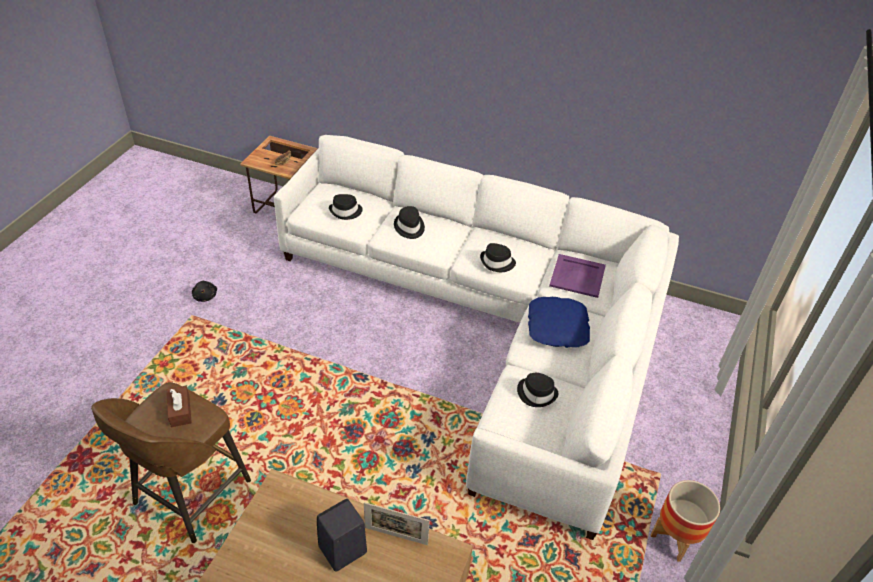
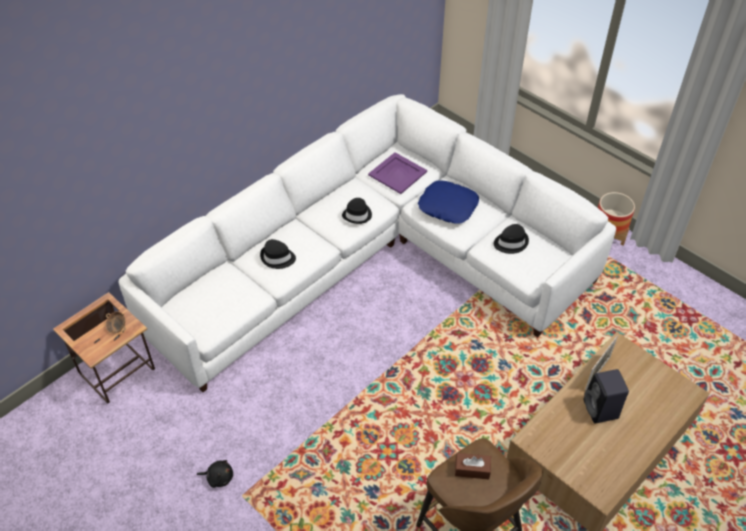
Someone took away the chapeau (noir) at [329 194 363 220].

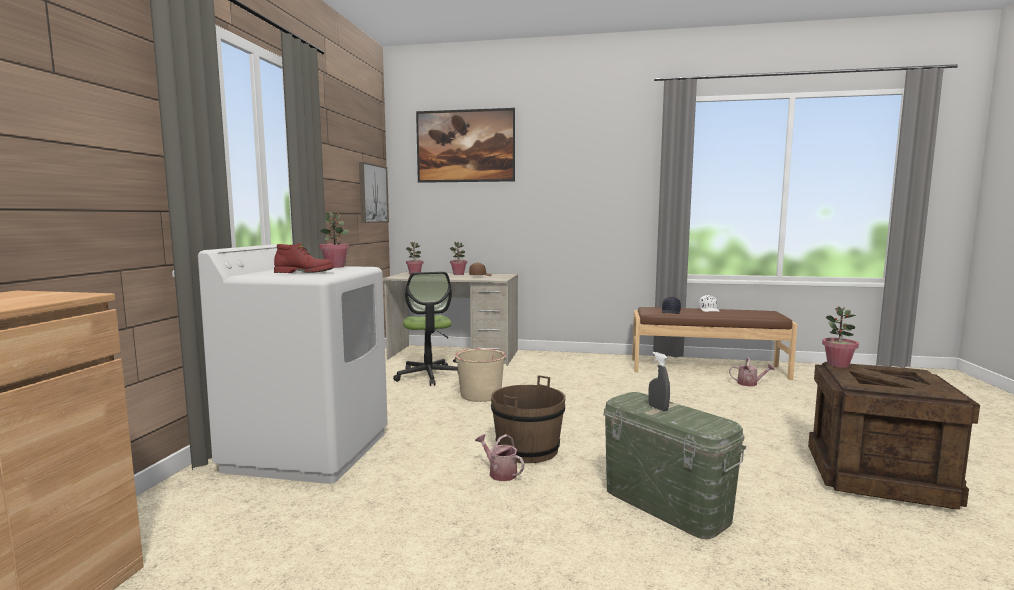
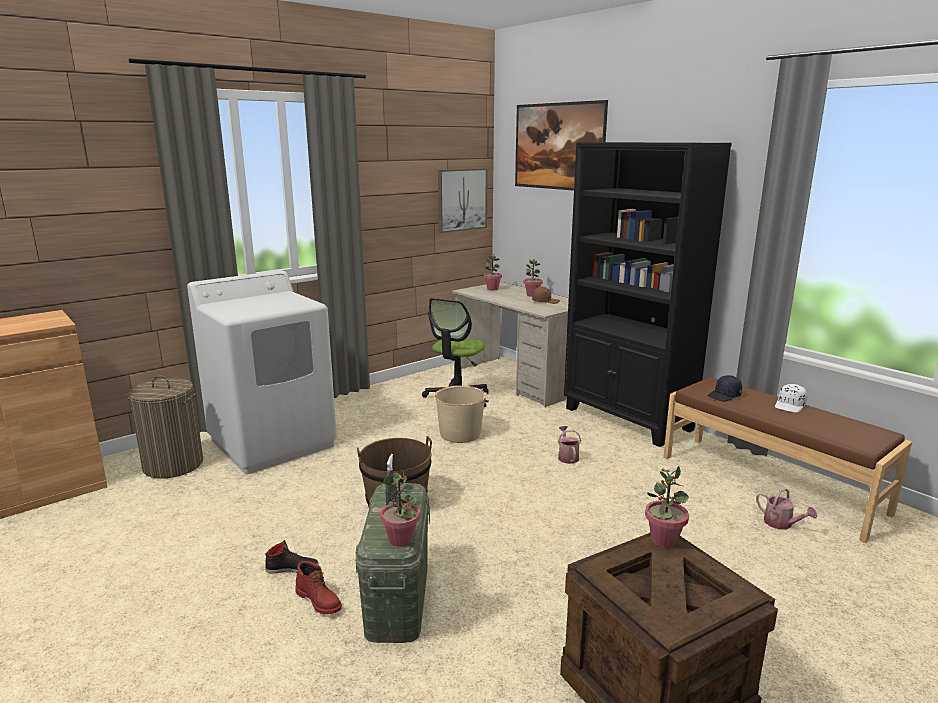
Someone put down the panier à linge at [125 375 203 479].
Someone put down the chaussure (noir) at [265 540 319 573].
Someone carried the botte (rouge) from [274 243 334 273] to [295 561 342 614].
Someone carried the plante en pot from [319 212 349 268] to [380 471 420 547].
Someone carried the arrosoir from [475 434 525 481] to [558 426 581 464].
Someone put down the bibliothèque (noir) at [564 142 732 447].

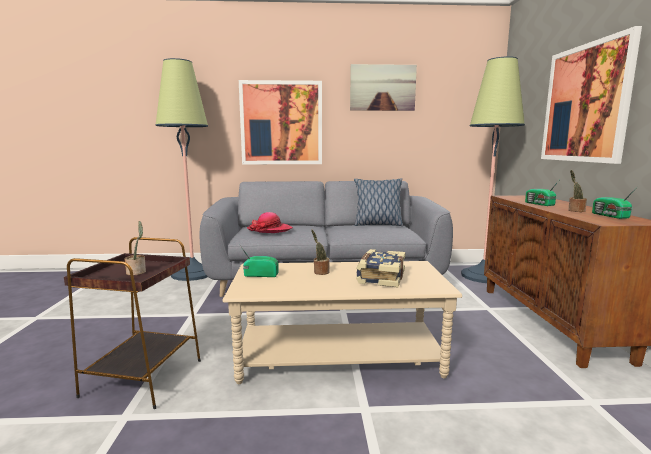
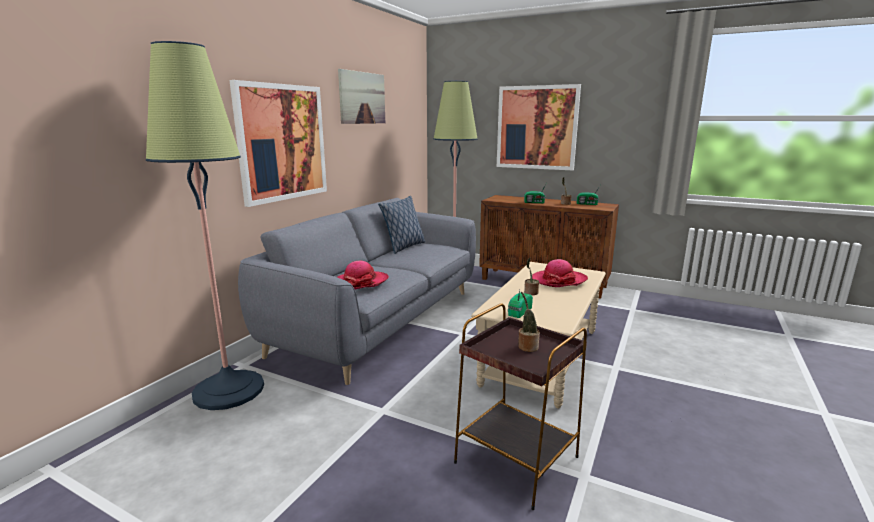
Someone swapped the livre at [356 249 405 288] for the chapeau at [532 259 588 287].

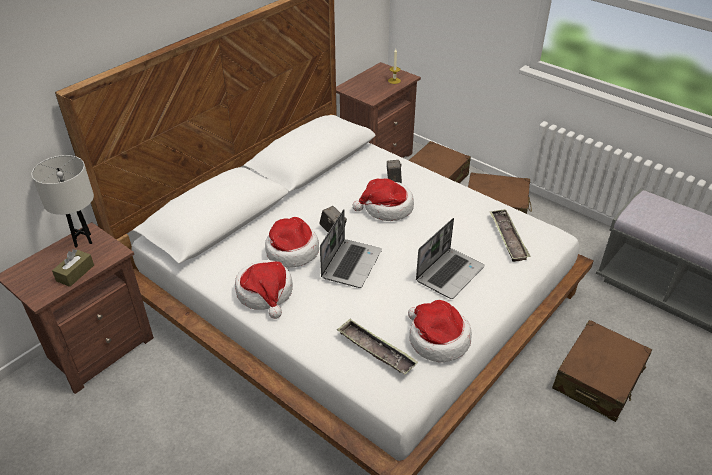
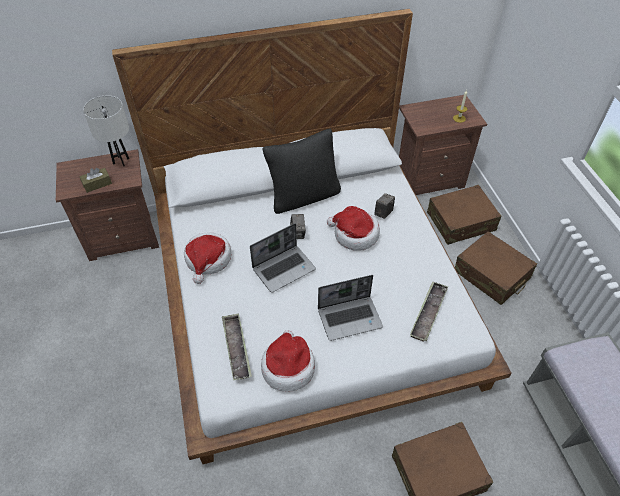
Someone put down the coussin (noir) at [262 129 341 214].
Someone took away the chapeau at [265 217 319 268].

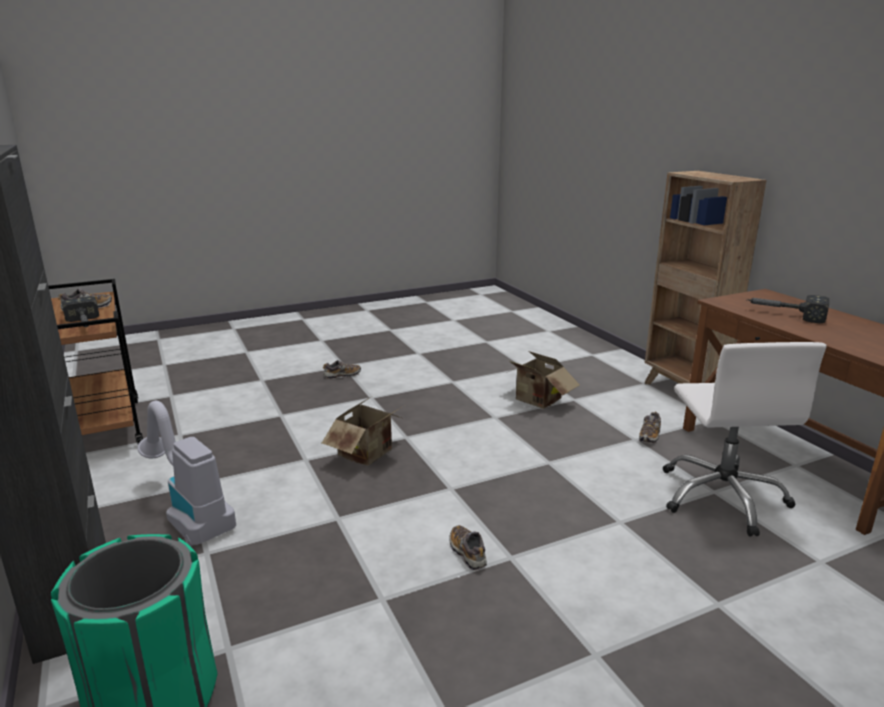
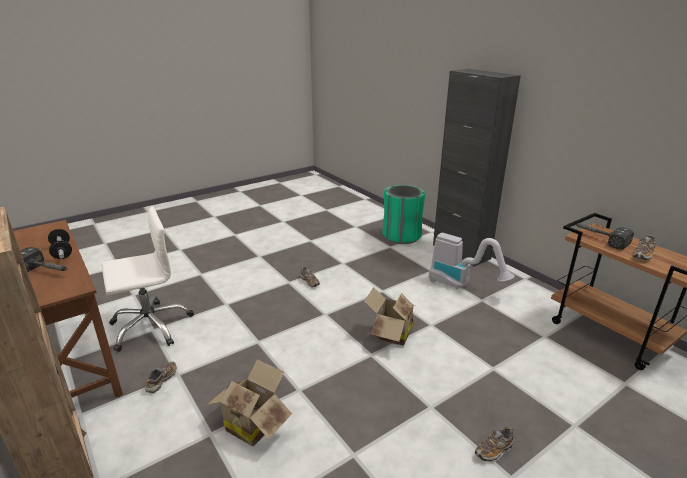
Someone put down the haltère at [48 229 72 259].
Someone rotated the chaise de bureau (blanc) at [663 342 827 536] by 75 degrees clockwise.

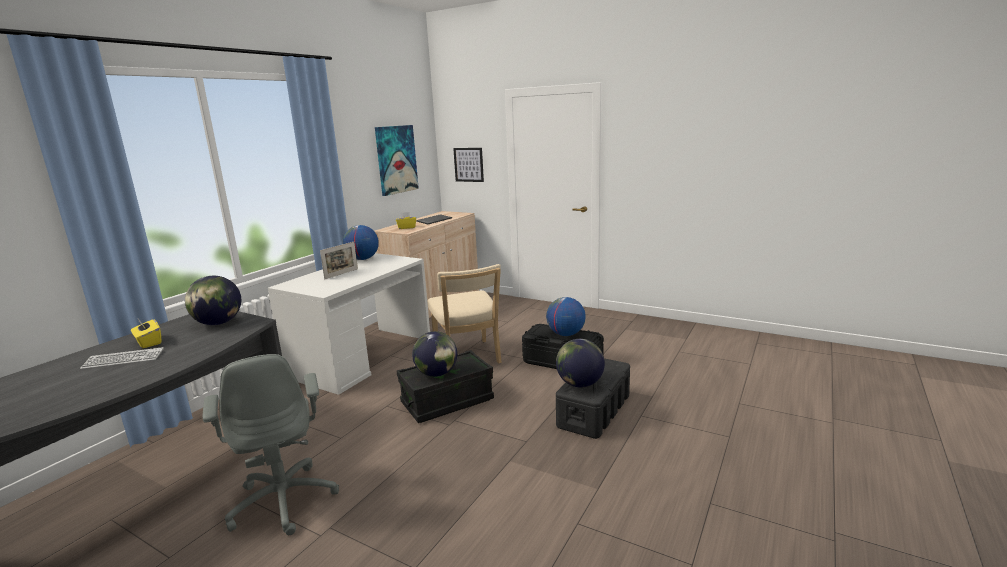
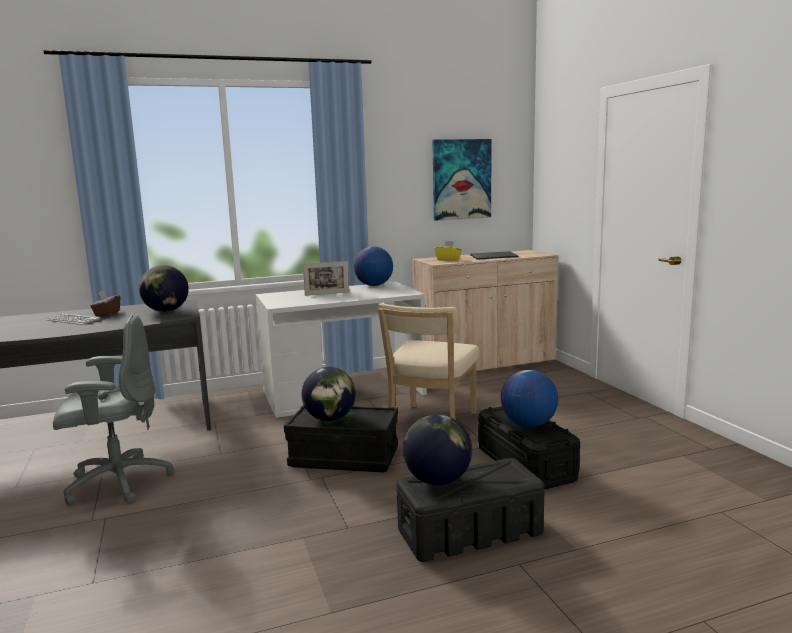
Someone rotated the chaise de bureau (gris) at [203 354 339 535] by 120 degrees counterclockwise.
Someone repainted the boîte à mouchoirs (jaune) at [131 318 161 348], which became the boîte à mouchoirs (marron) at [91 290 120 316].
Someone took away the tableau at [453 148 484 182].

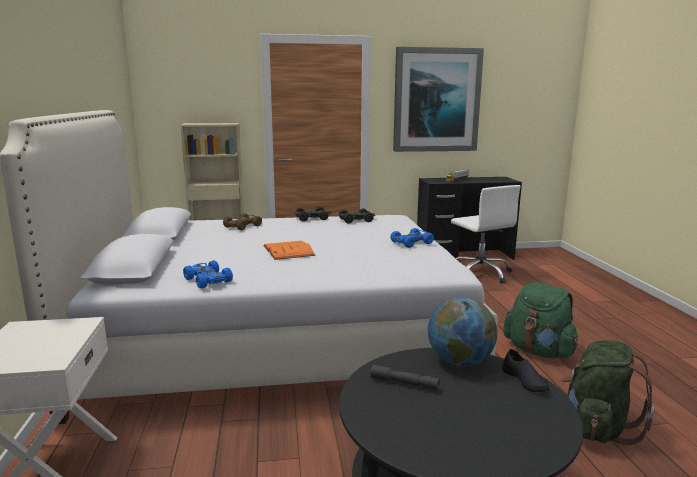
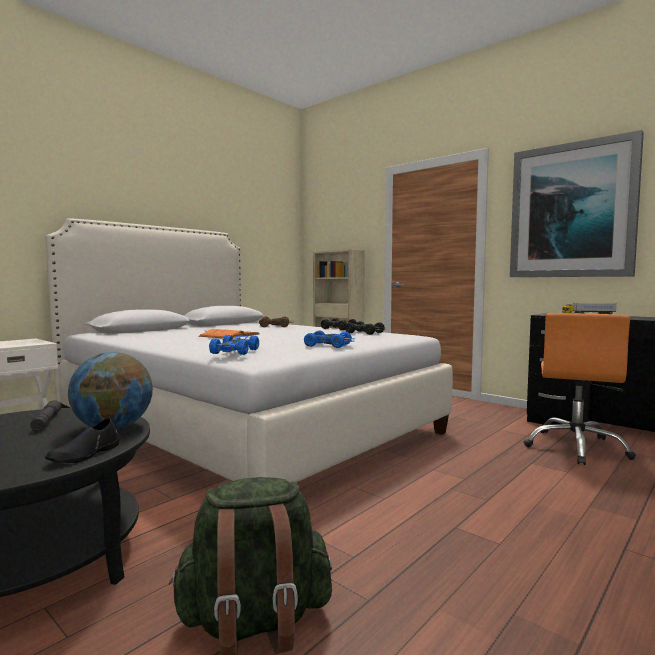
Someone carried the petite voiture (bleu) from [183 260 233 289] to [209 335 259 355].
Someone repainted the chaise de bureau (blanc) at [451 185 521 284], which became the chaise de bureau (orange) at [524 313 636 465].
Someone took away the sac à dos (vert) at [503 282 578 358].

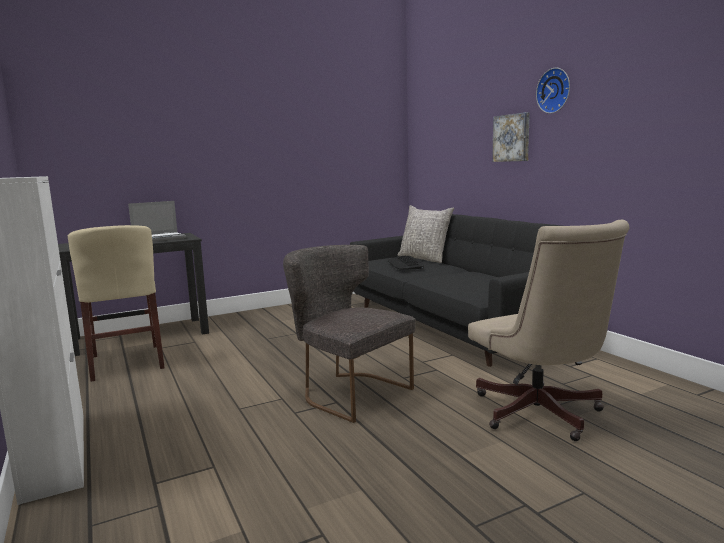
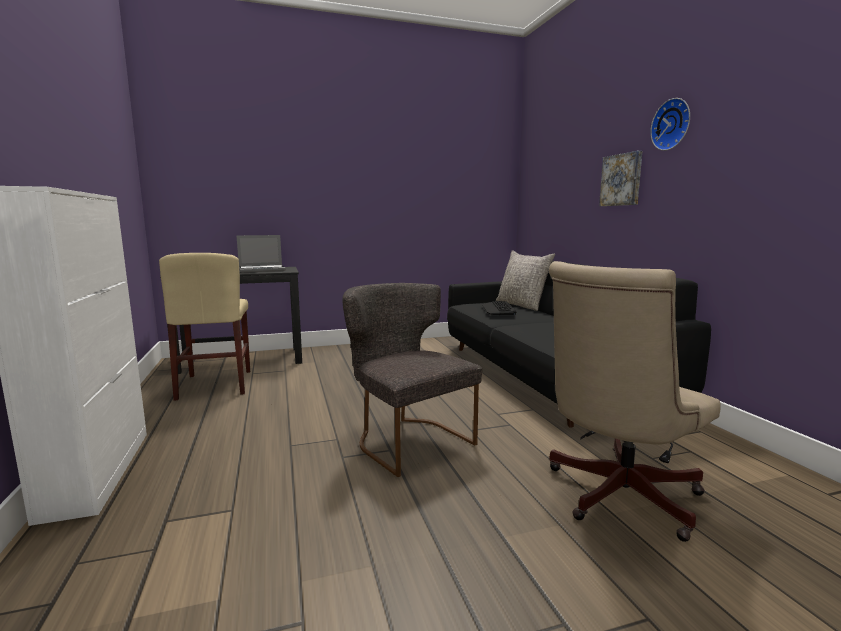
Someone rotated the chaise de bureau (beige) at [468 220 630 441] by 60 degrees clockwise.

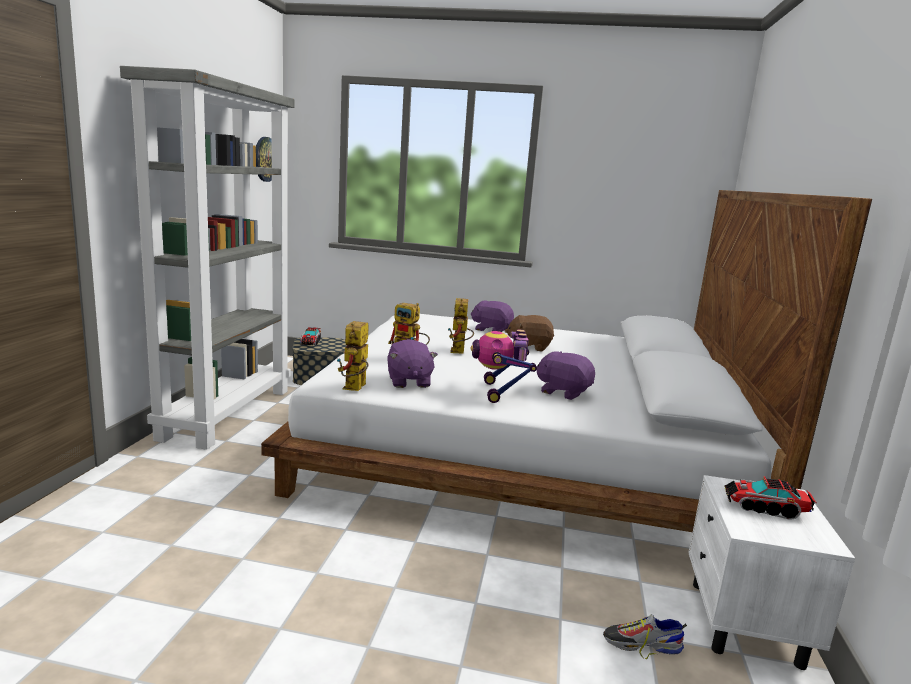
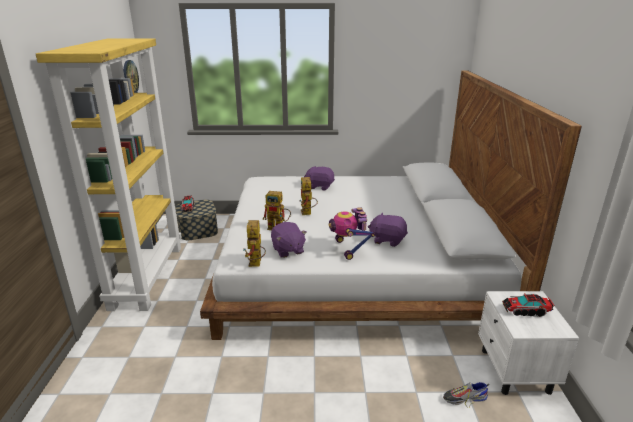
Someone repainted the bibliothèque (gris) at [120 66 294 450], which became the bibliothèque (jaune) at [36 38 182 311].
Someone took away the peluche (marron) at [505 315 554 351].

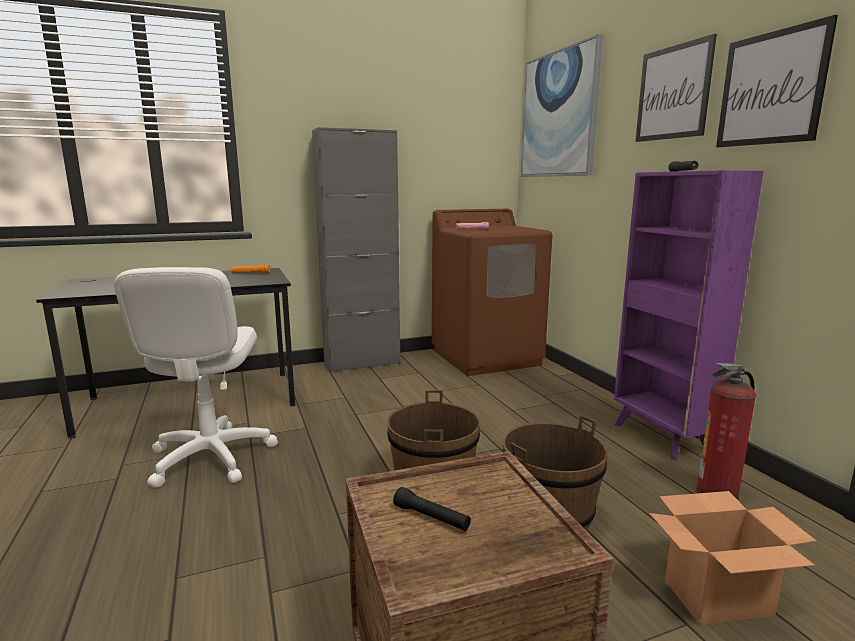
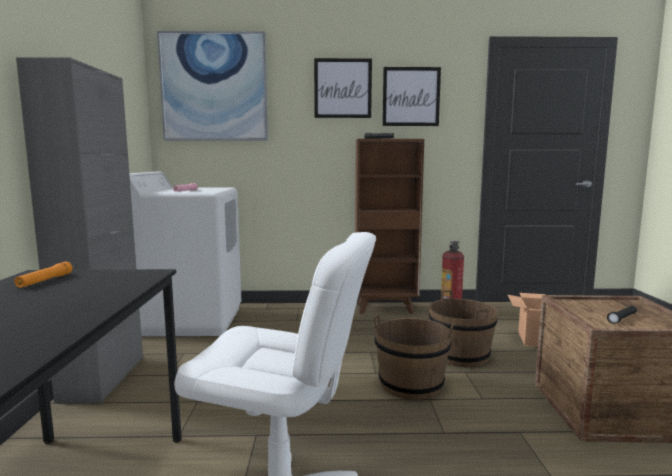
Someone repainted the lave-linge (marron) at [432 209 552 376], which became the lave-linge (blanc) at [129 172 241 337].
Someone repainted the bibliothèque (violet) at [614 170 764 460], which became the bibliothèque (marron) at [355 139 424 314].

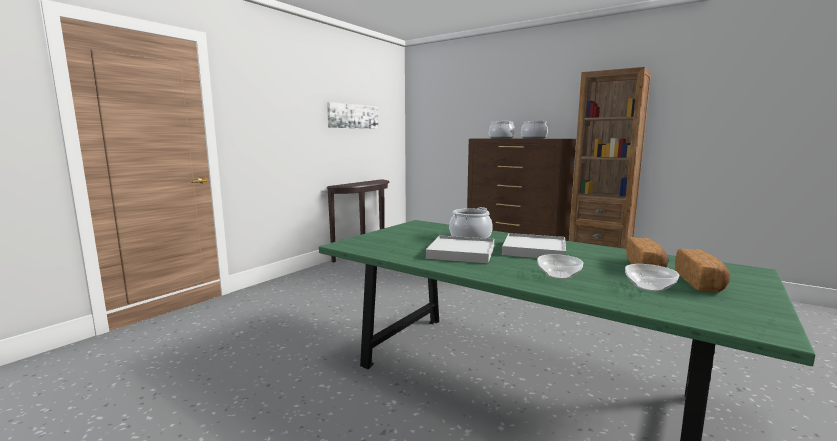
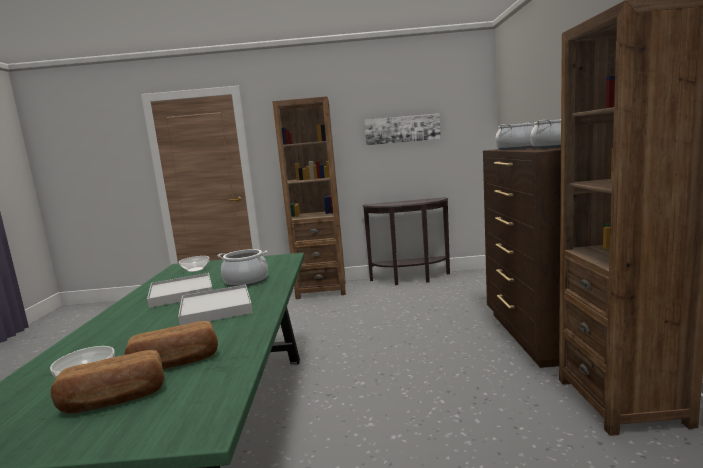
Someone carried the bol from [537 254 583 279] to [179 256 210 272].
Someone put down the bibliothèque (marron) at [273 96 346 299].

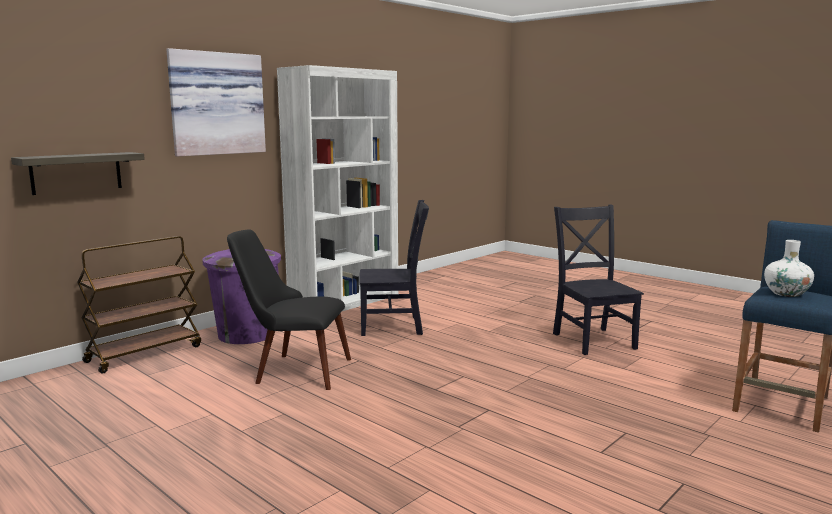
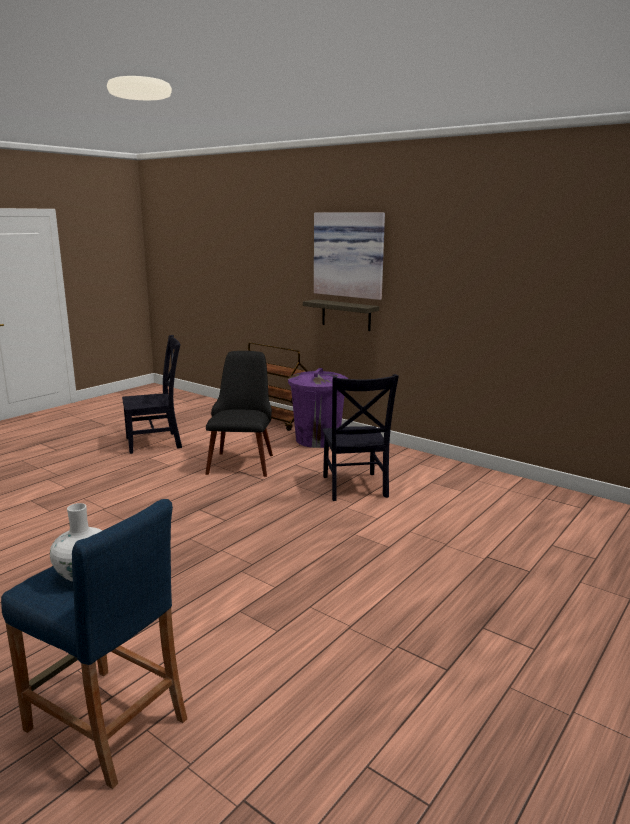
Someone carried the chaise (noir) from [553 205 644 355] to [122 335 182 454].
Someone carried the étagère from [11 152 145 195] to [303 299 379 331].
Someone took away the bibliothèque (blanc) at [277 65 398 311].

